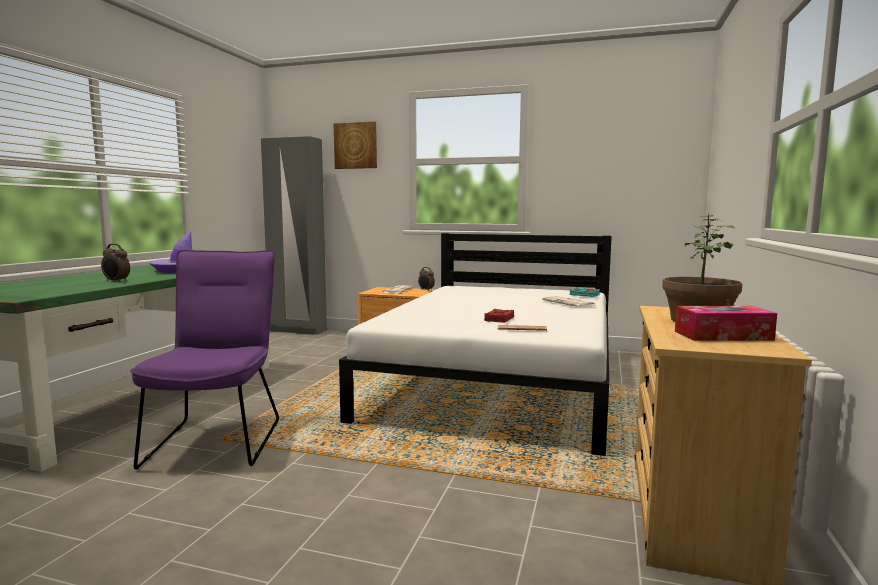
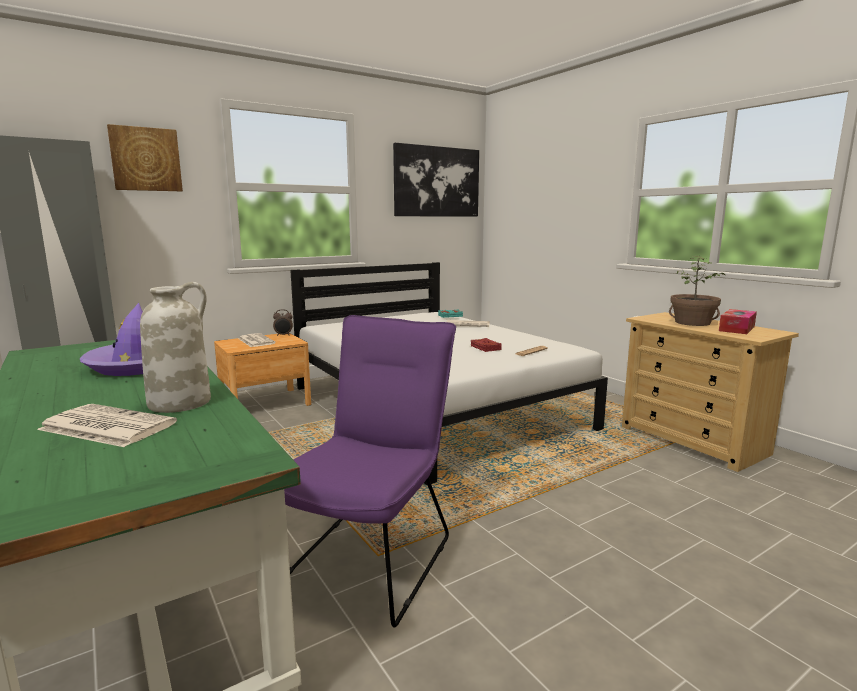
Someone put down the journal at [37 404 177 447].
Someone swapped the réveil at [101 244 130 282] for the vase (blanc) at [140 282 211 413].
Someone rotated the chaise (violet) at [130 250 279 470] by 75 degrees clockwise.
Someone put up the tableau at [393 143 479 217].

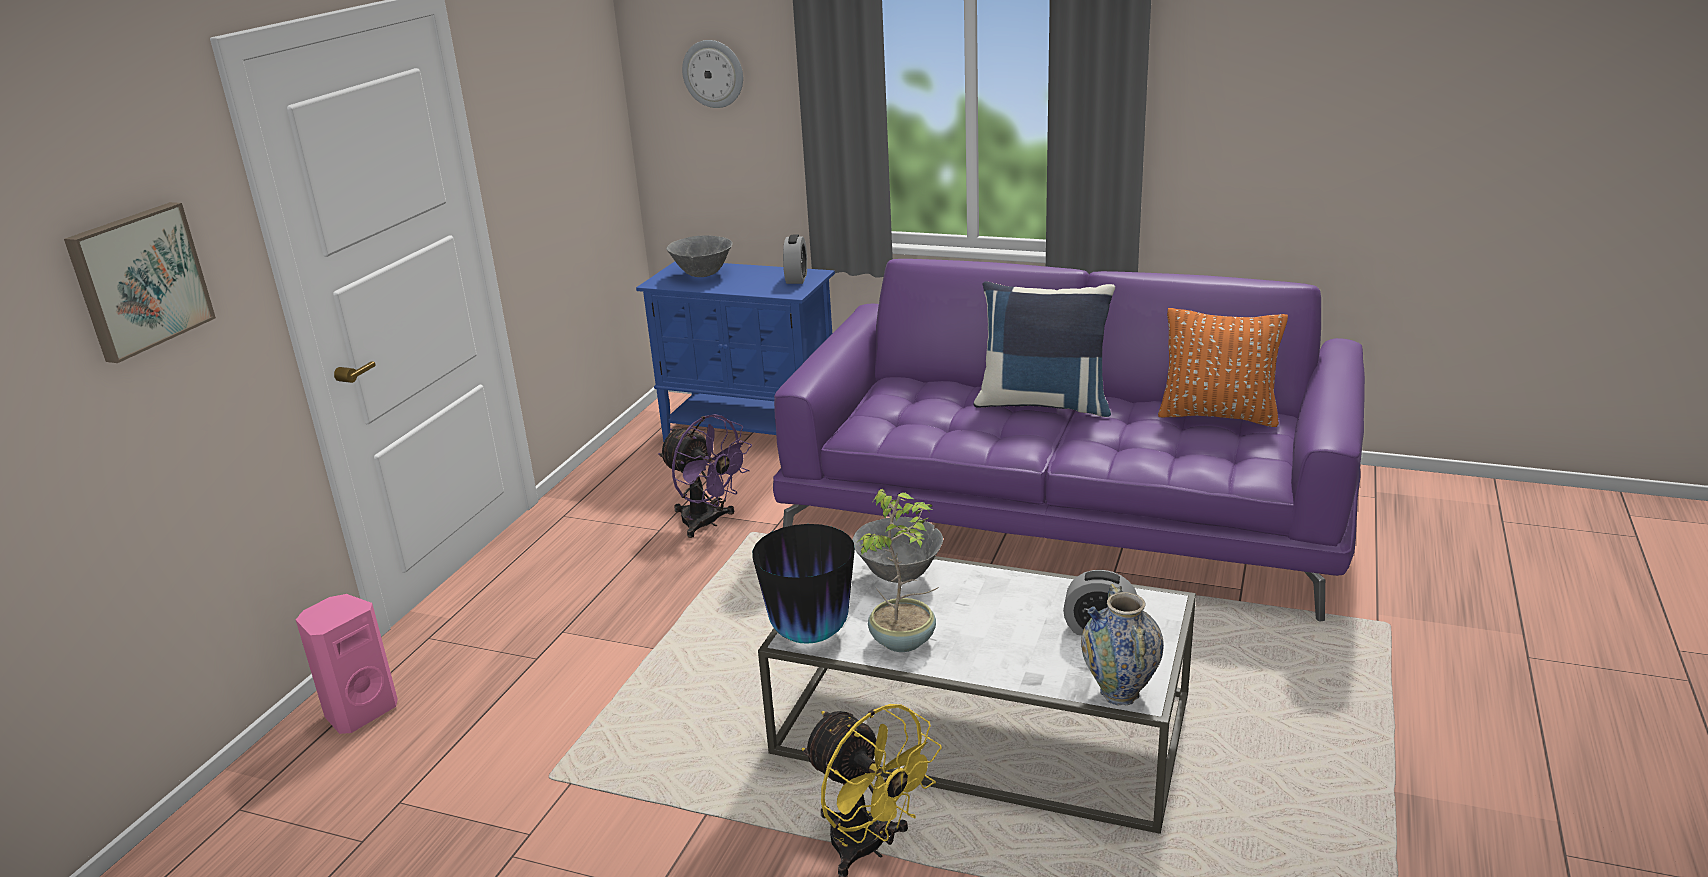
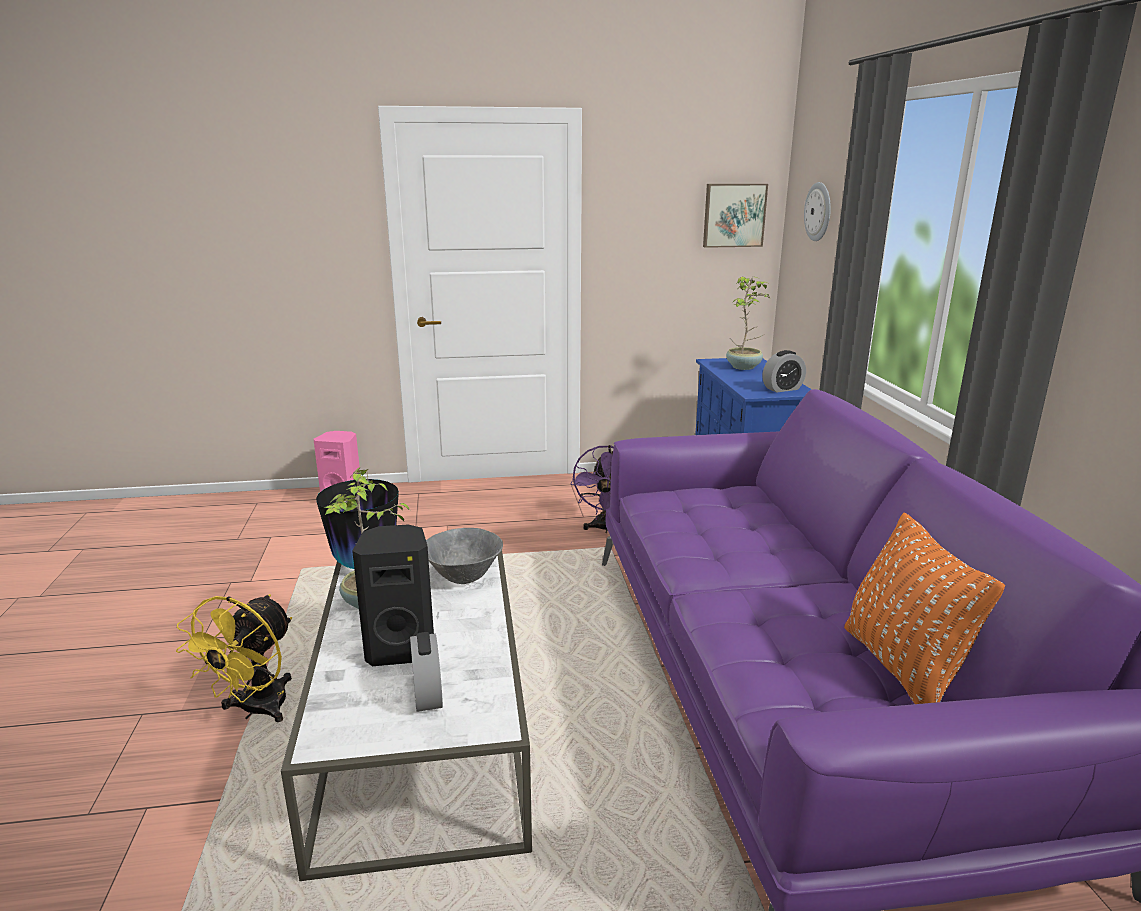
Someone put down the enceinte (noir) at [352 524 434 666].
Someone carried the tableau from [64 202 216 363] to [703 184 768 248].
Someone swapped the bol (gris) at [666 236 733 277] for the plante en pot at [726 277 770 370].
Someone took away the coussin (bleu) at [973 281 1115 417].
Someone took away the vase at [1081 584 1164 705].

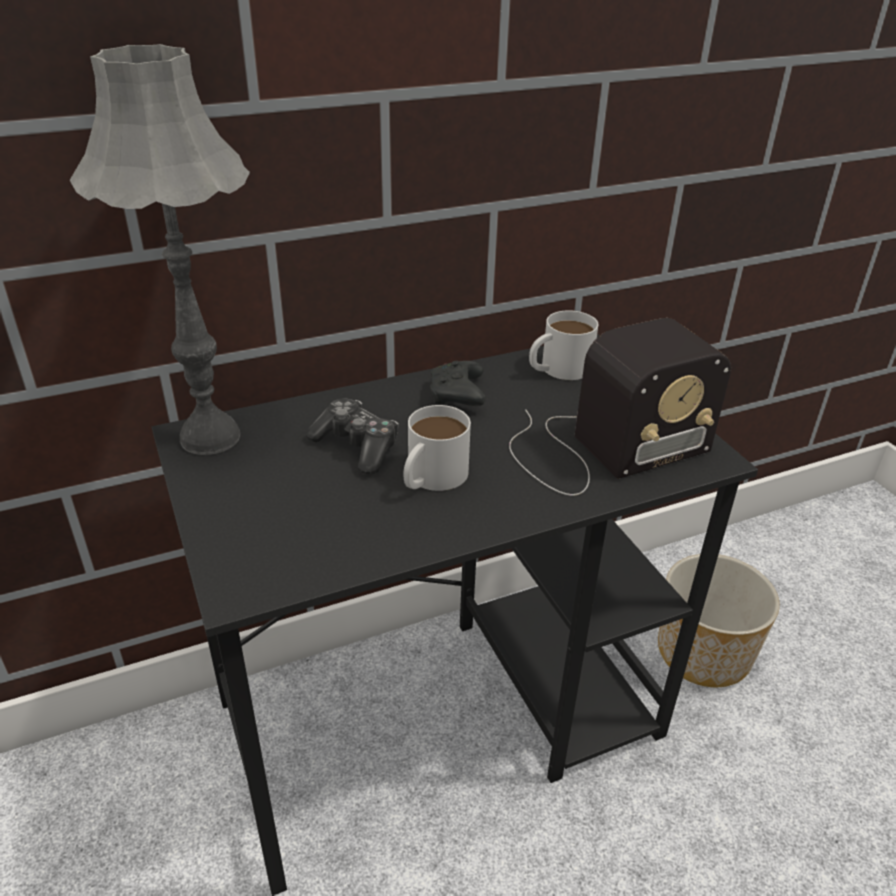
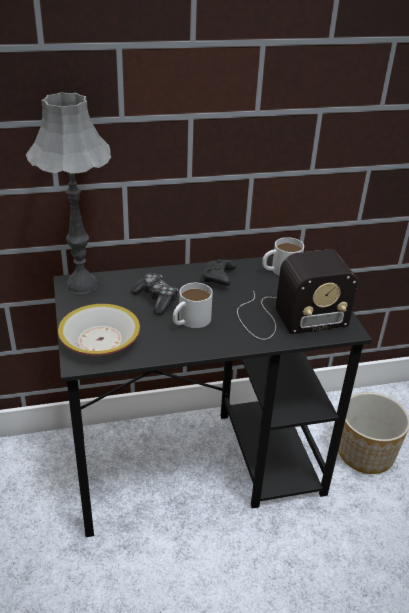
Someone put down the bol at [58 304 140 355].

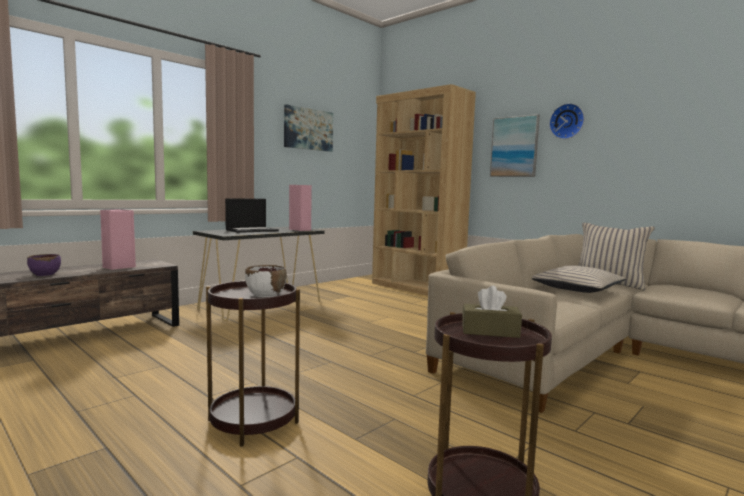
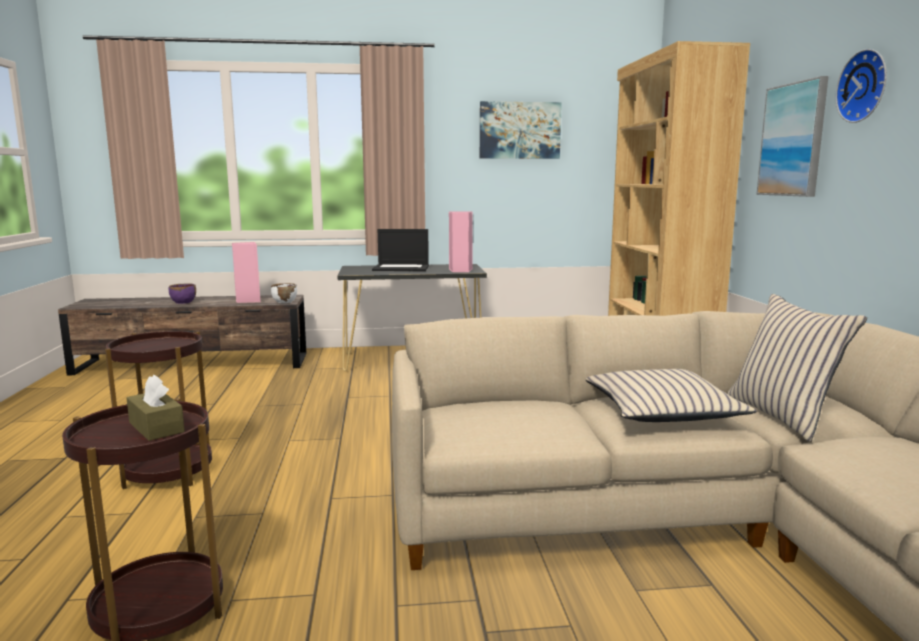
Someone carried the bol (blanc) from [245 265 287 297] to [271 283 297 303].

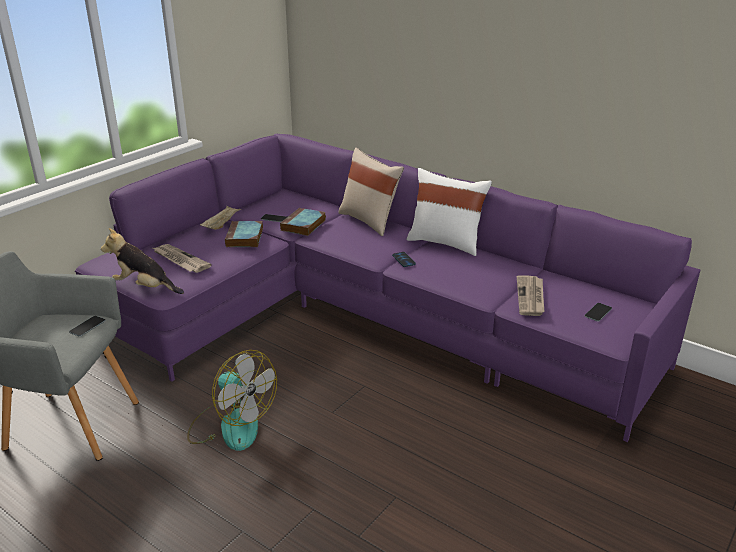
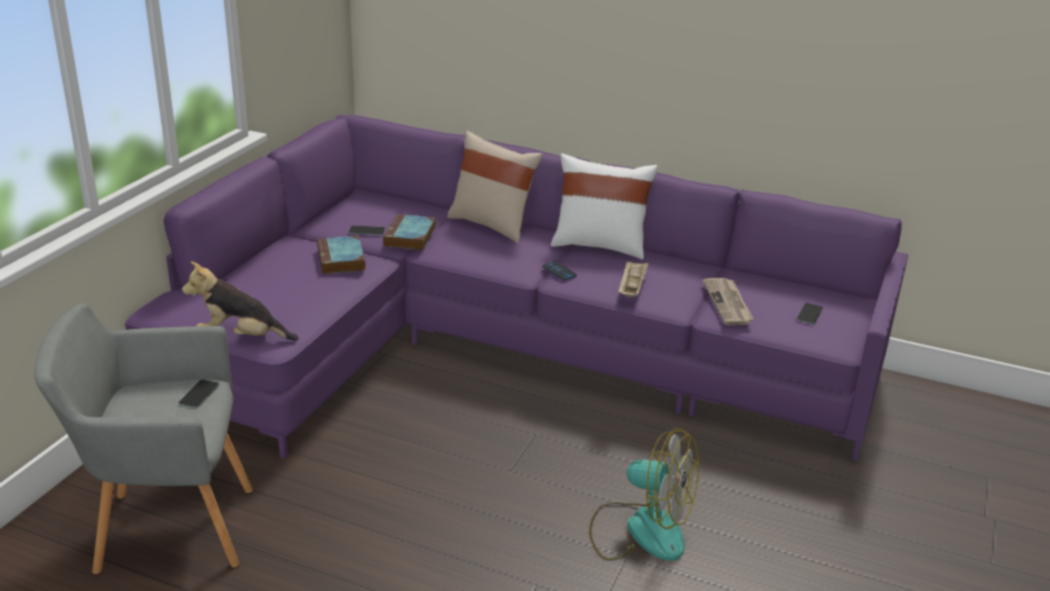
Someone carried the ventilateur from [187 350 277 451] to [589 428 699 561].
Someone carried the plateau (beige) from [200 206 242 230] to [618 260 649 297].
Someone took away the journal at [153 244 212 273].

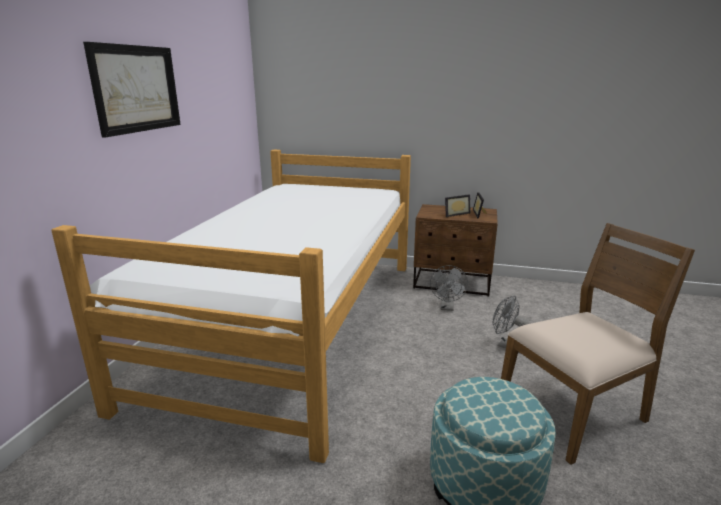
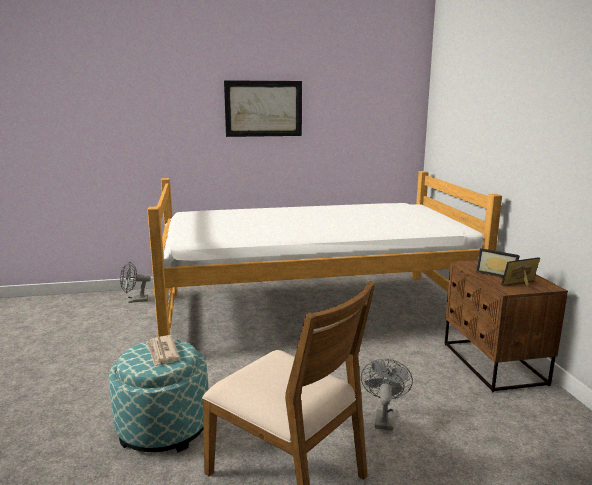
Someone carried the ventilateur (gris) from [430 265 468 311] to [120 261 151 303].
Someone put down the journal at [146 335 179 366].

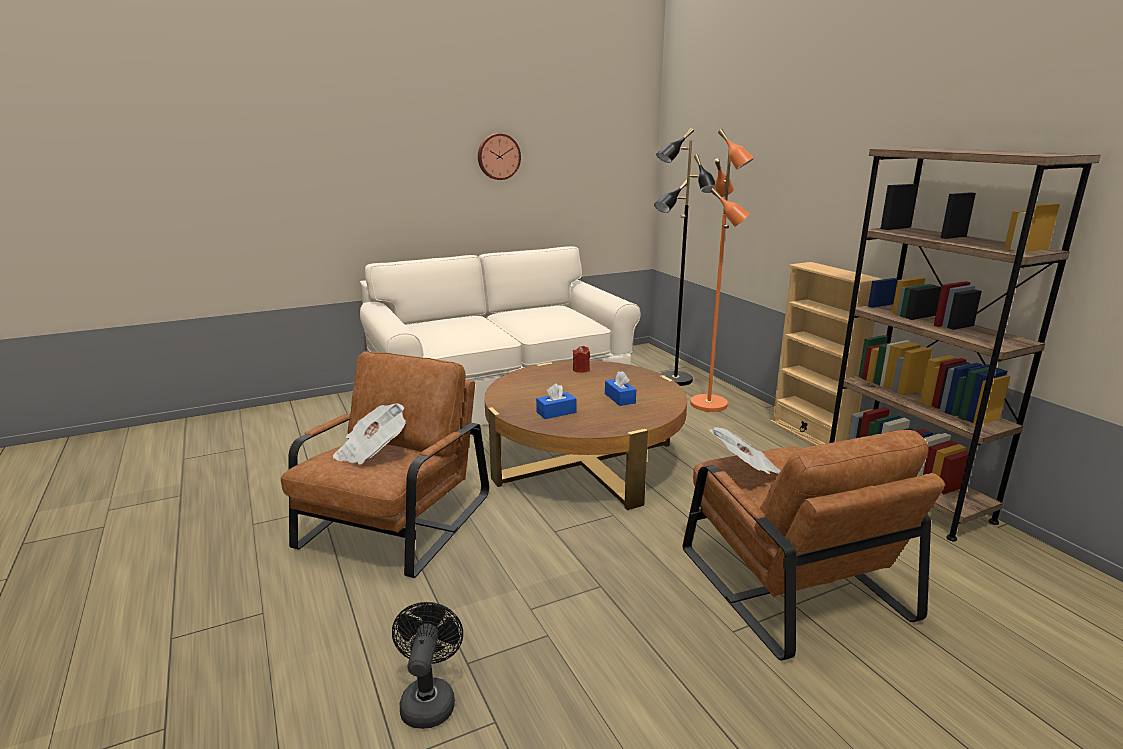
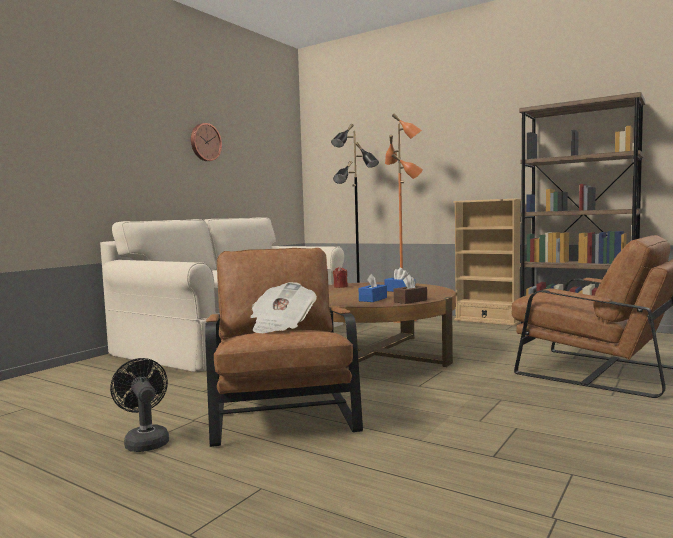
Someone carried the ventilateur (noir) from [392 602 463 729] to [110 358 169 452].
Someone put down the boîte à mouchoirs (marron) at [394 274 427 304].
Someone took away the journal at [709 427 781 474].

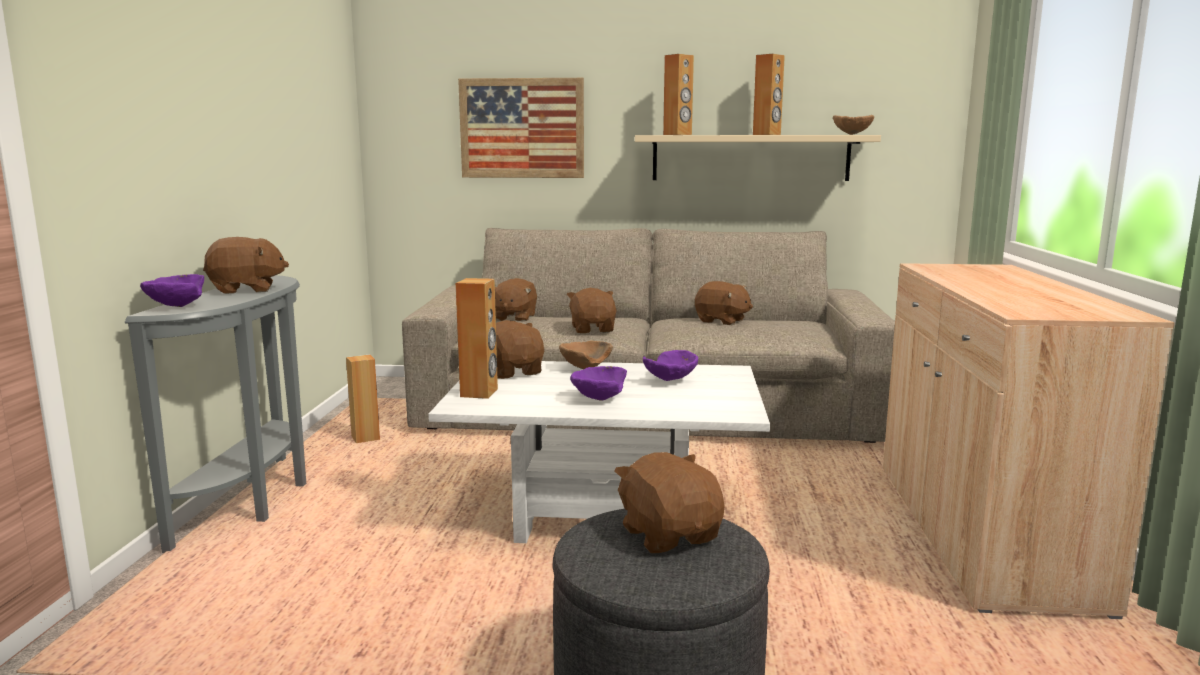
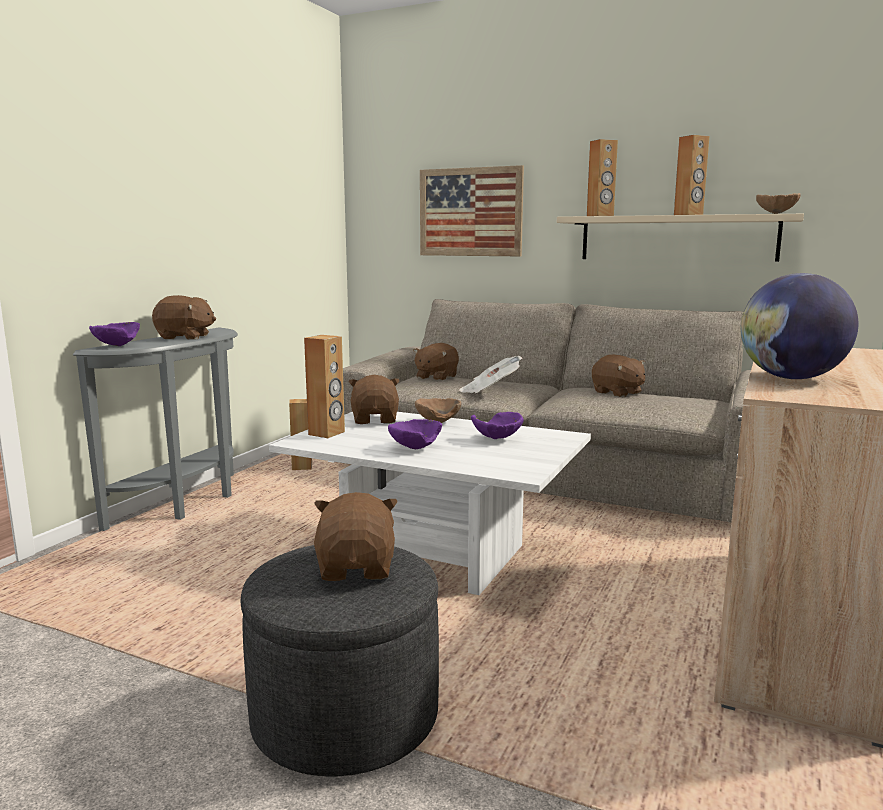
Someone swapped the peluche (marron) at [567 288 616 333] for the journal at [459 356 522 393].
Someone put down the globe at [740 273 858 379].

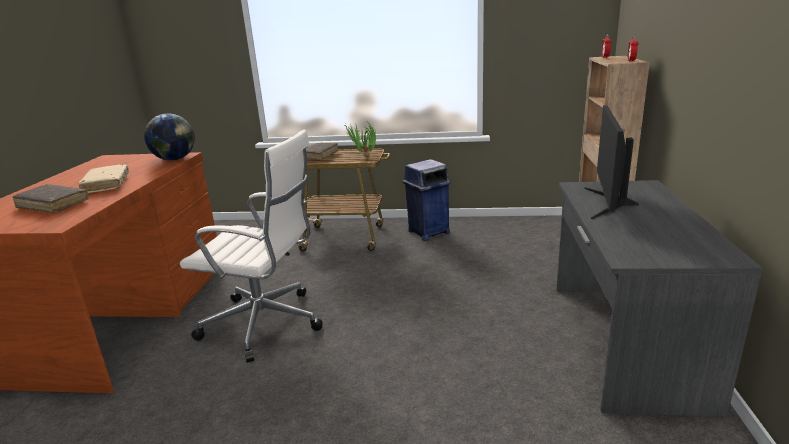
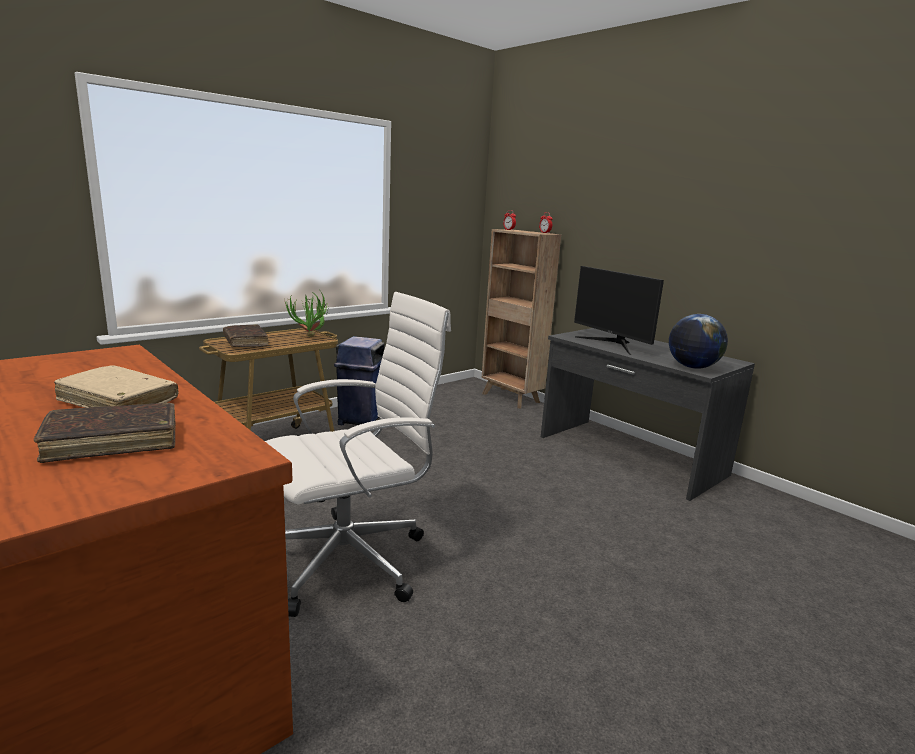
Someone carried the globe from [144 113 195 160] to [669 314 728 369].

